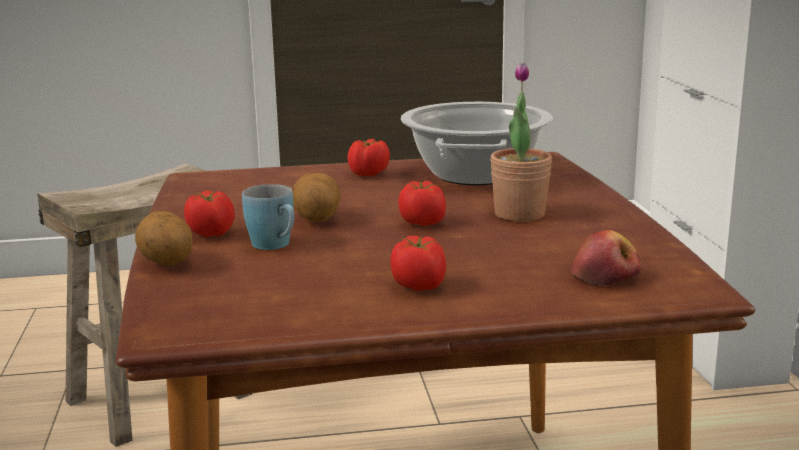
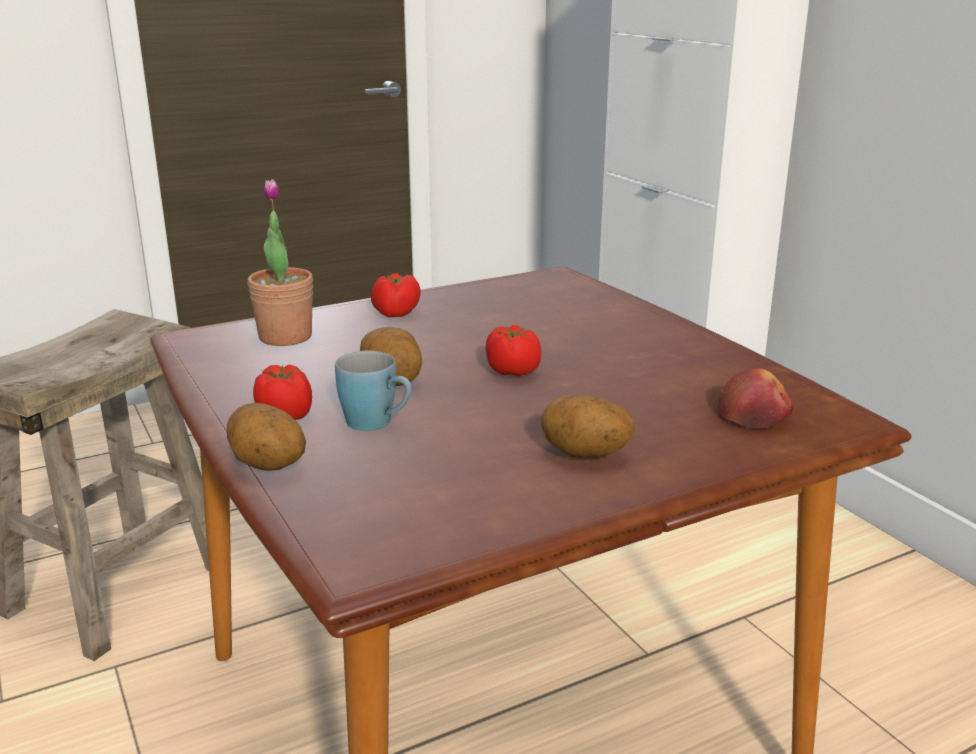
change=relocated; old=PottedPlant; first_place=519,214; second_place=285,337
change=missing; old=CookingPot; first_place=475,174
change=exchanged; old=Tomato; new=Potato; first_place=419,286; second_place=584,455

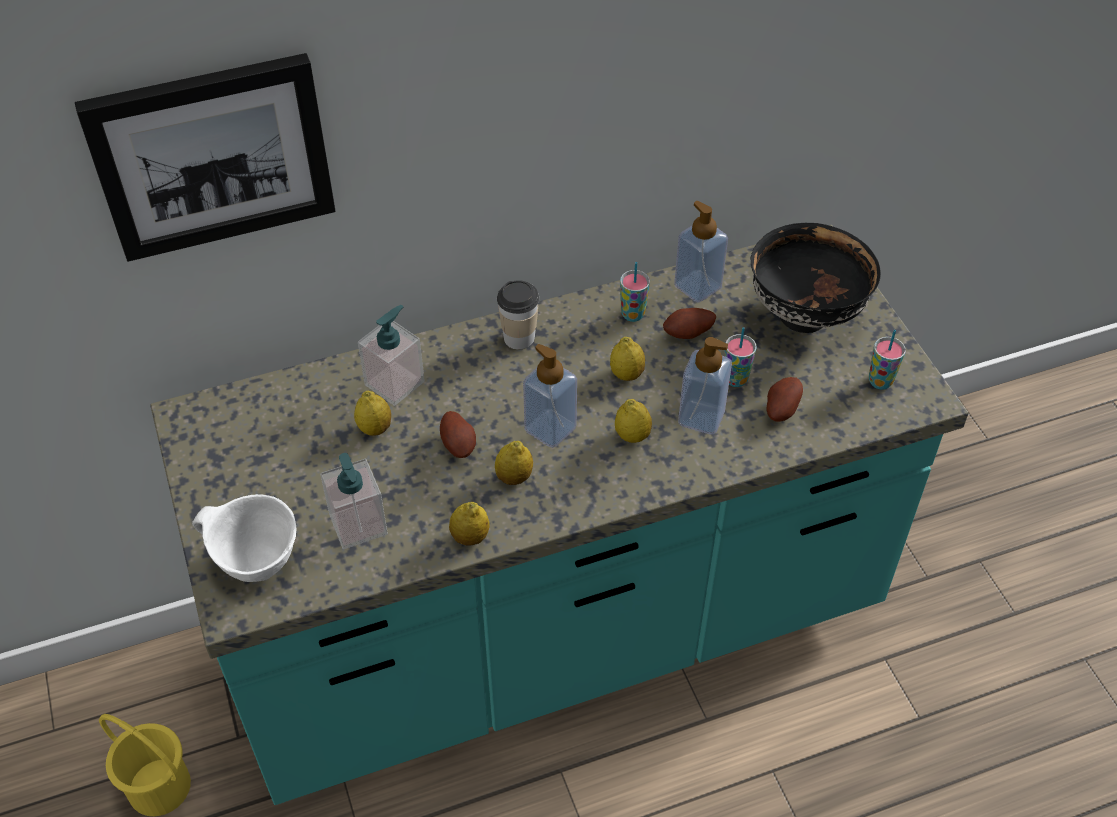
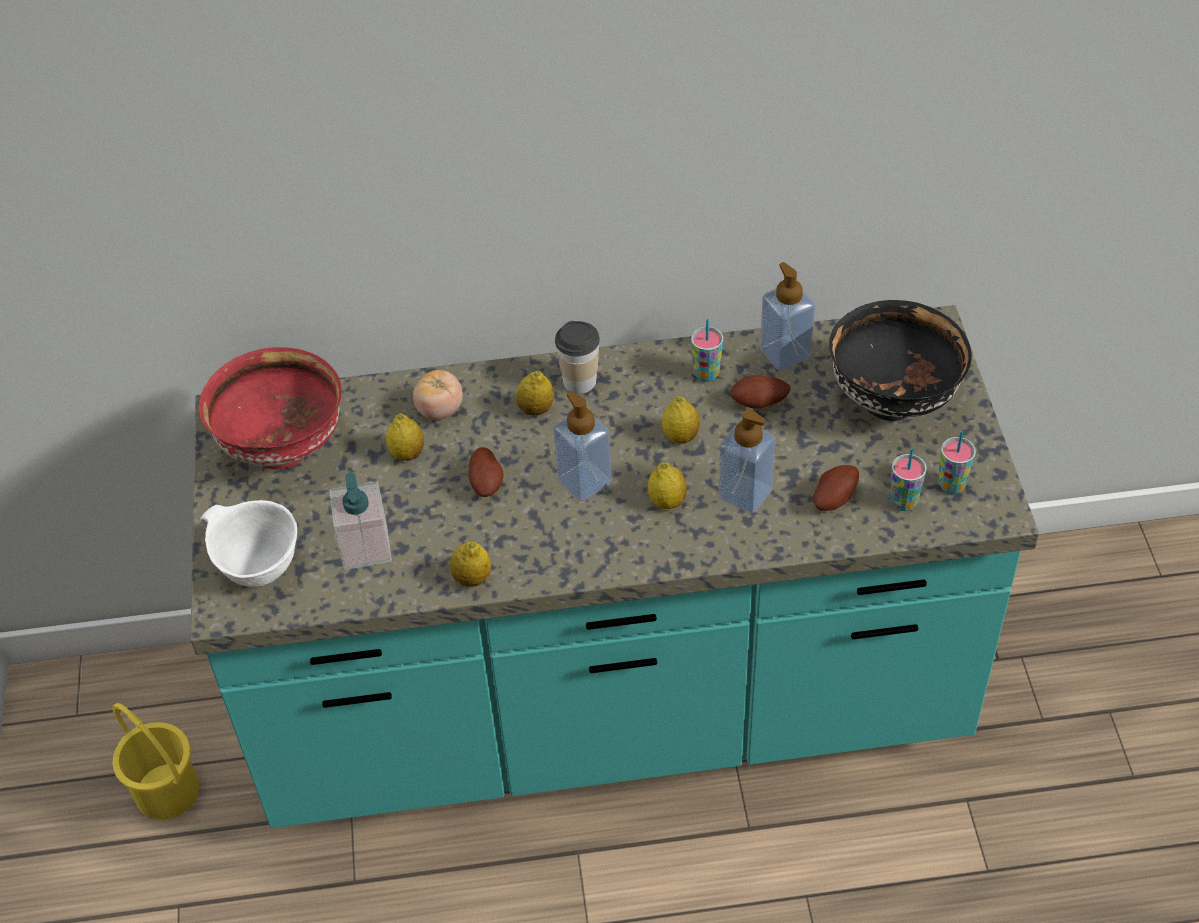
change=missing; old=Picture; first_place=212,155
change=exchanged; old=SoapDispenser; new=Tomato; first_place=395,383; second_place=440,410
change=relocated; old=Cup; first_place=735,379; second_place=903,502
change=relocated; old=Lemon; first_place=514,477; second_place=536,409
change=appeared; new=RedBowl; second_place=283,447

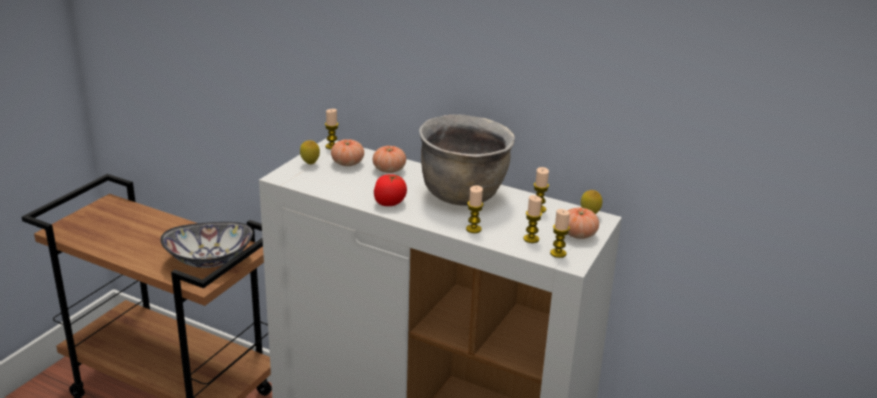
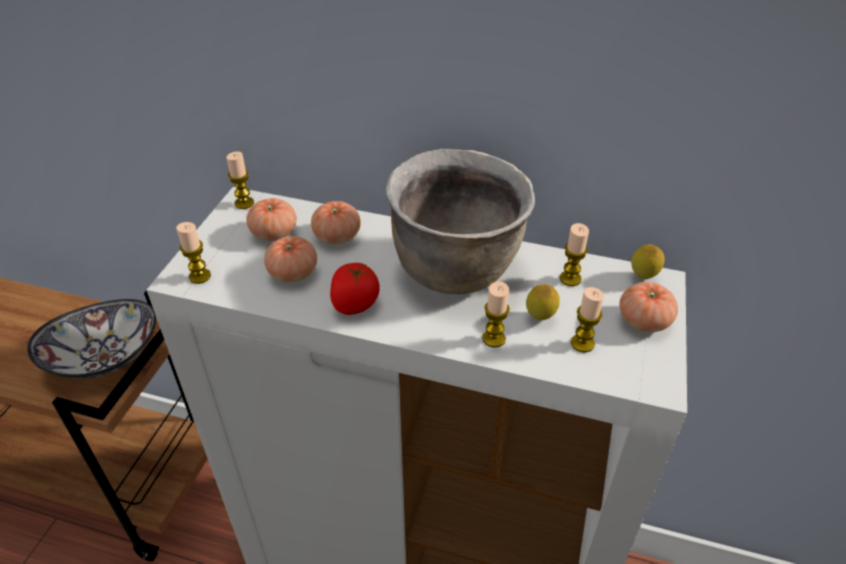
change=relocated; old=Lemon; first_place=310,164; second_place=540,318
change=relocated; old=Candle; first_place=558,253; second_place=200,276
change=appeared; new=Tomato; second_place=293,273

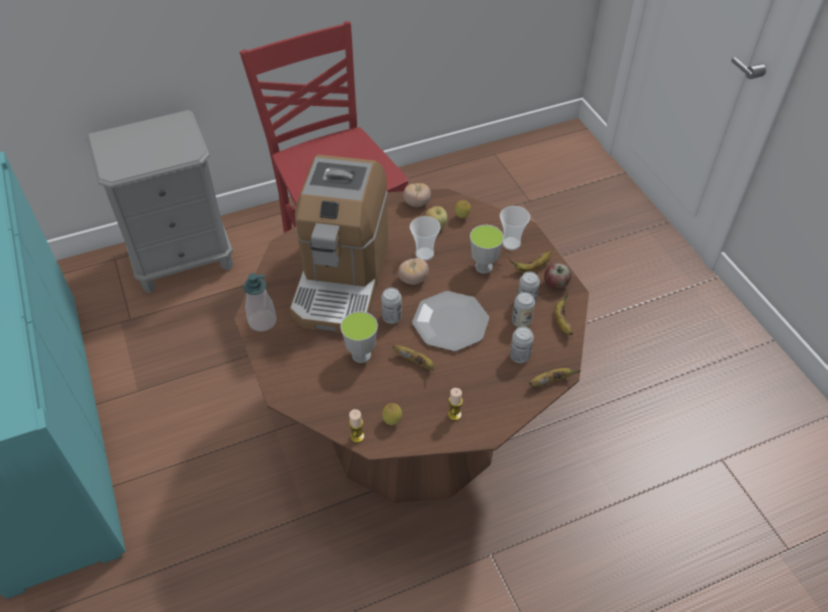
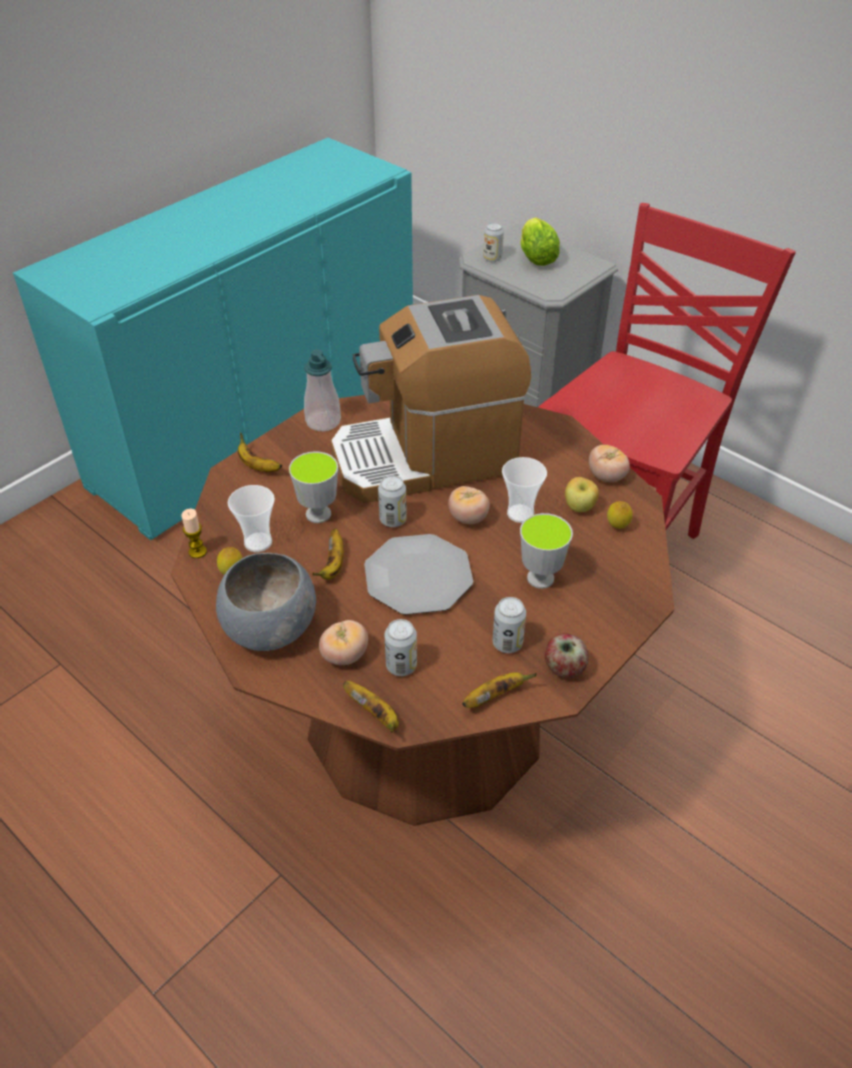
change=relocated; old=Cup; first_place=511,243; second_place=258,542
change=relocated; old=Banana; first_place=532,268; second_place=257,466
change=relocated; old=Can; first_place=521,321; second_place=492,258
change=exchanged; old=Candle; new=GreyBowl; first_place=454,414; second_place=268,628
change=appeared; new=Lettuce; second_place=535,256
change=appeared; new=Tomato; second_place=344,655

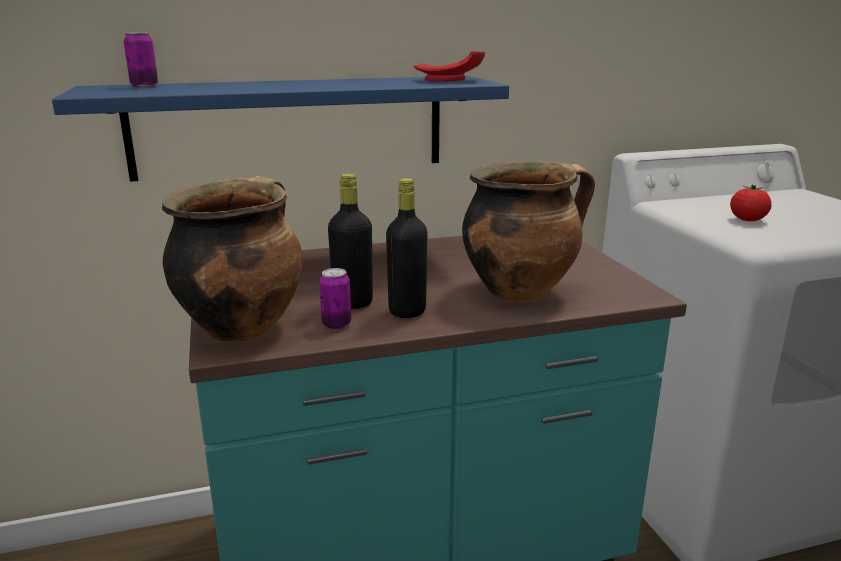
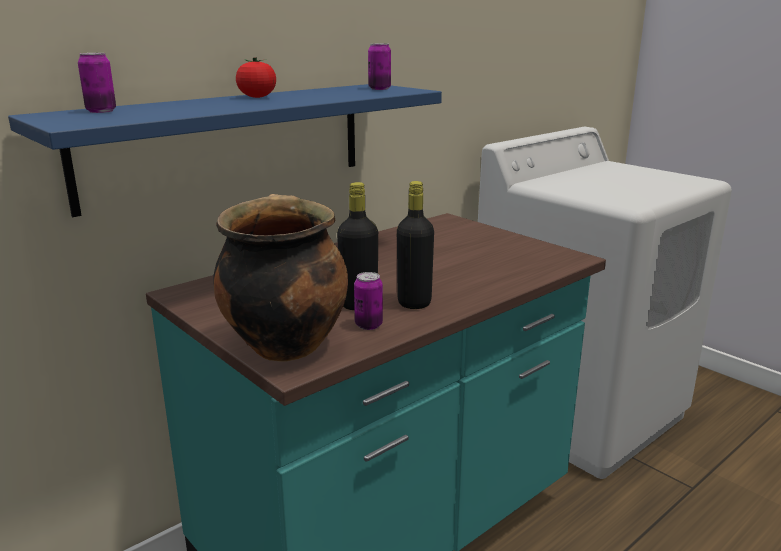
change=exchanged; old=RedPlate; new=Can; first_place=450,80; second_place=379,89
change=missing; old=CookingPot; first_place=520,291
change=relocated; old=Tomato; first_place=747,220; second_place=257,97

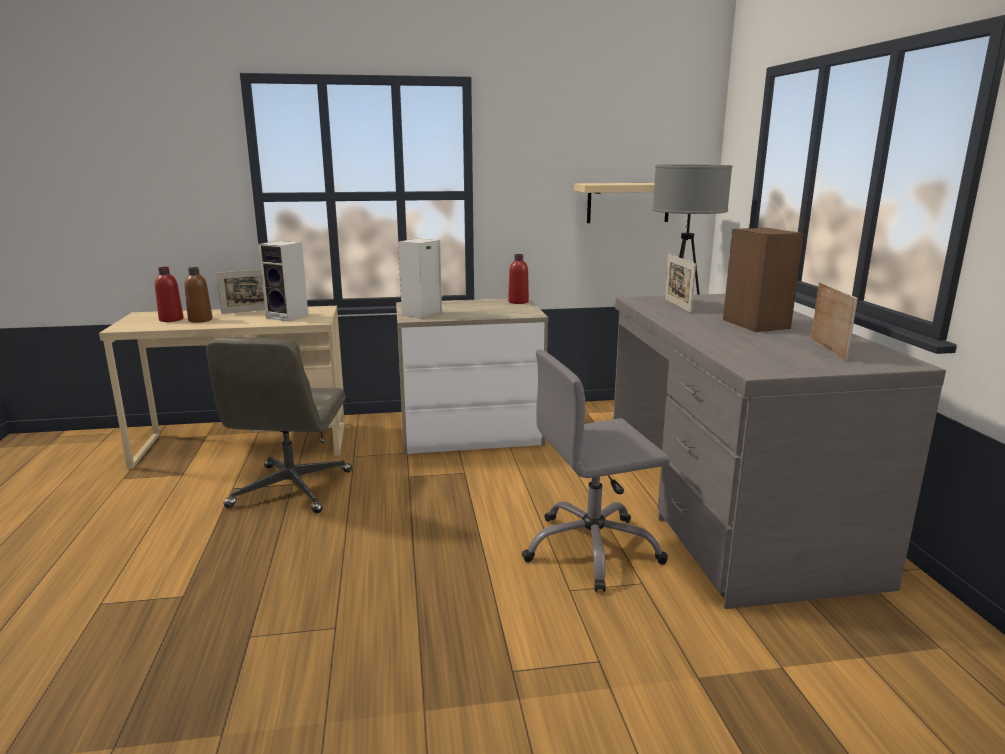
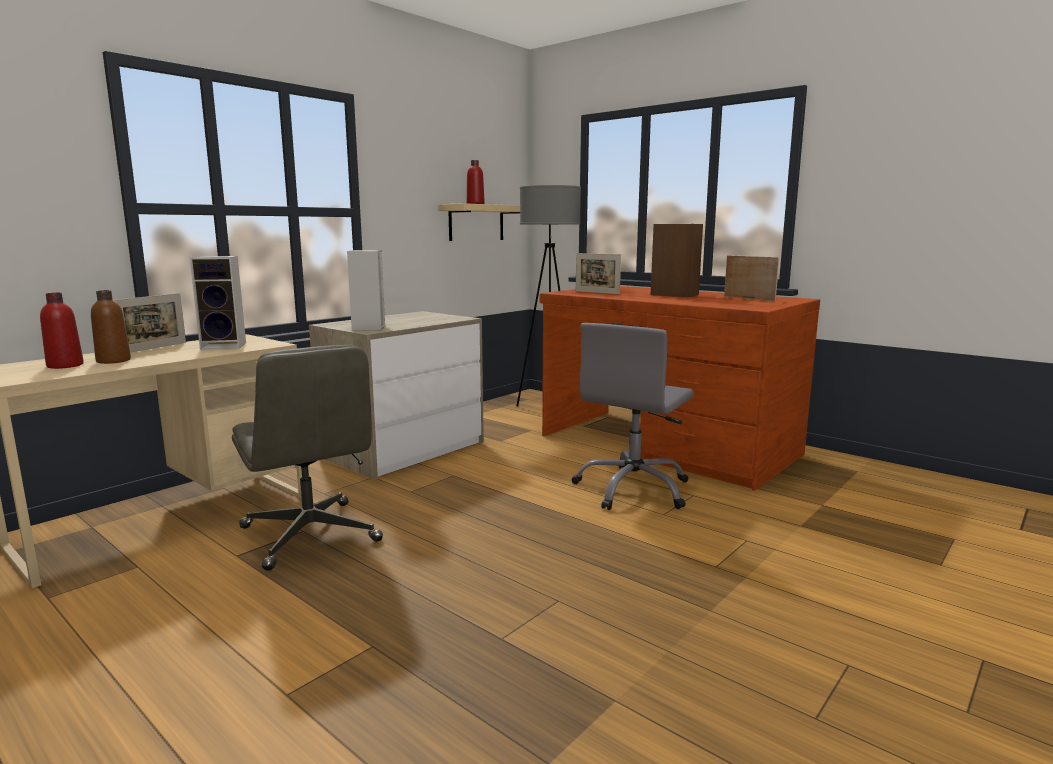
change=relocated; old=RedBottle; first_place=518,302; second_place=475,204
change=colour; old=GreyDesk; new=BrownDesk; first_place=727,511; second_place=667,445

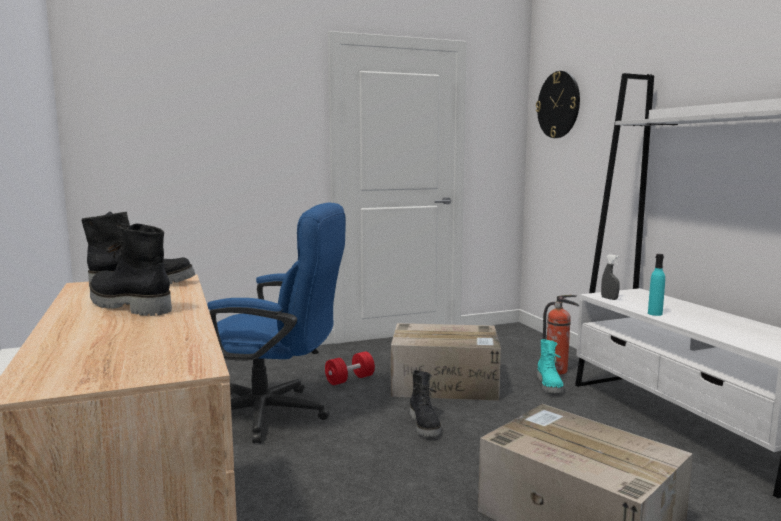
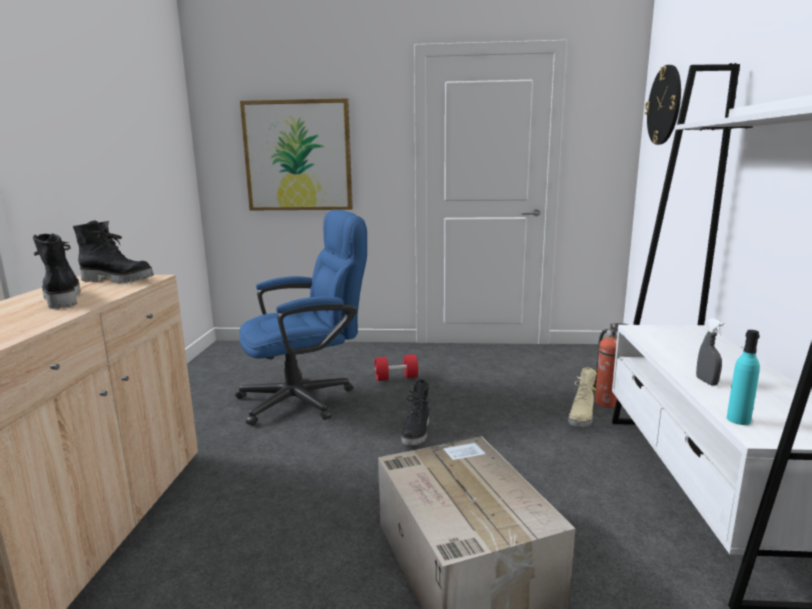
change=spun; old=BlueOfficeChair; first_place=275,415; second_place=307,398; degrees=-60
change=relocated; old=GreySprayBottle; first_place=609,298; second_place=706,381
change=relocated; old=TurquoiseBottle; first_place=655,314; second_place=738,420
change=missing; old=CardboardBox; first_place=446,383
change=colour; old=TurquoiseBoot; new=BeigeBoot; first_place=550,385; second_place=582,417
change=appeared; new=Picture; second_place=298,156

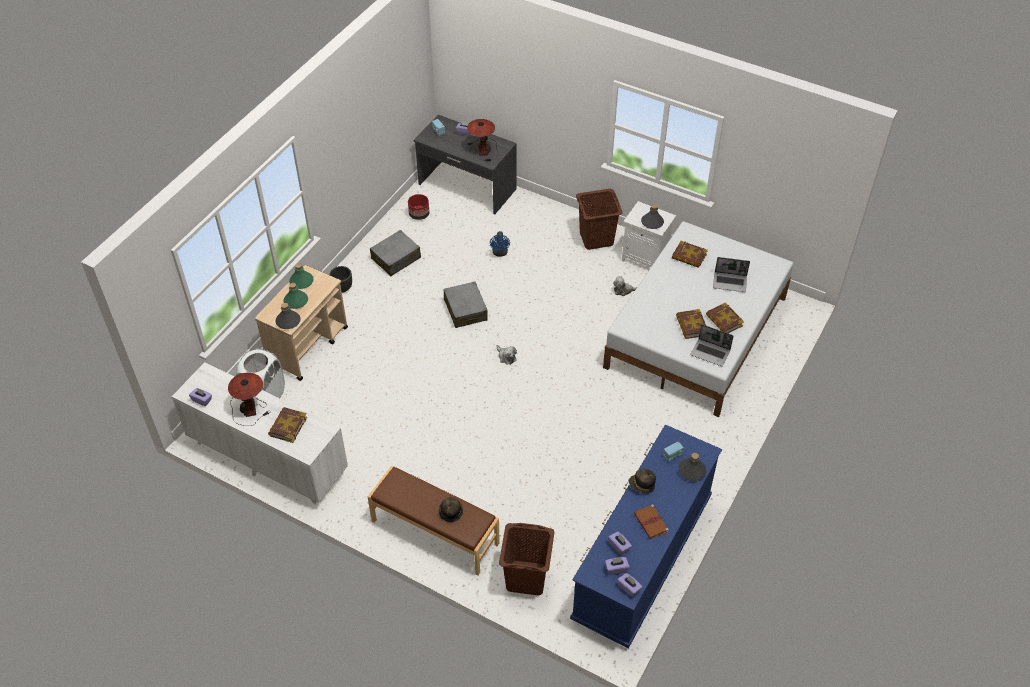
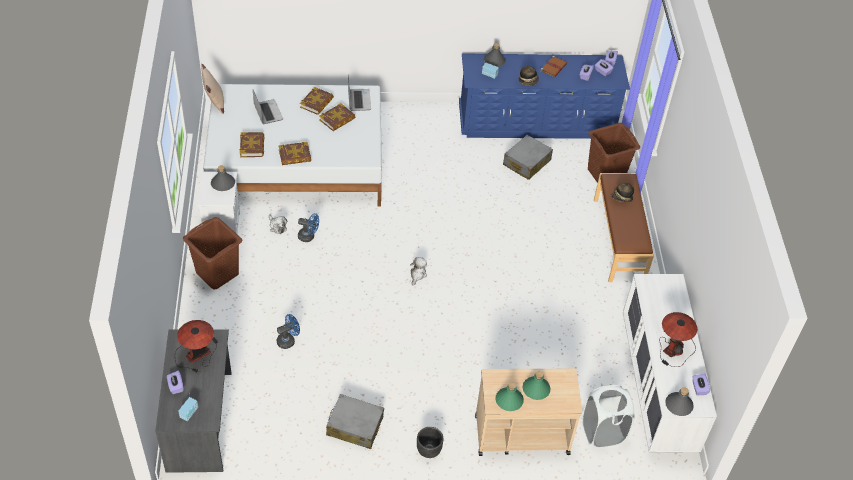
change=missing; old=RedPlanter; first_place=419,214
change=relocated; old=GreySuitcase; first_place=465,310; second_place=526,163
change=relocated; old=GreyBottle; first_place=288,321; second_place=678,405
change=relocated; old=Book; first_place=288,426; second_place=295,156
change=appeared; new=BeigePillow; second_place=215,103
change=appeared; new=BlueFan; second_place=309,236

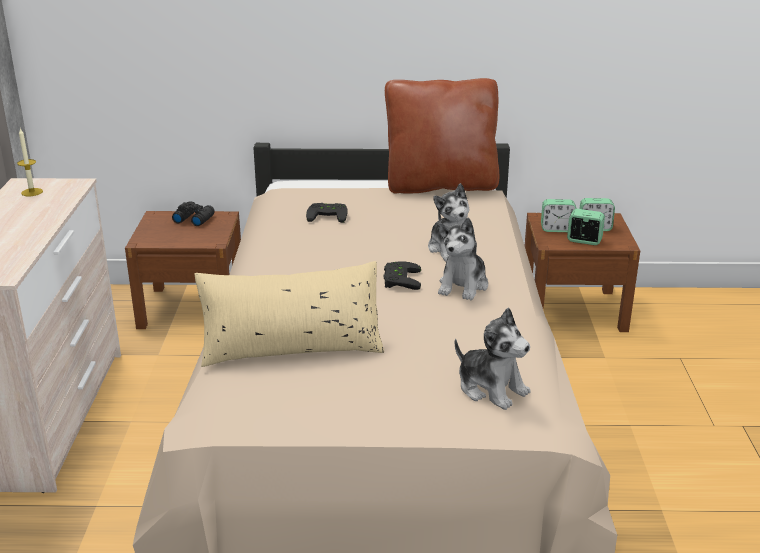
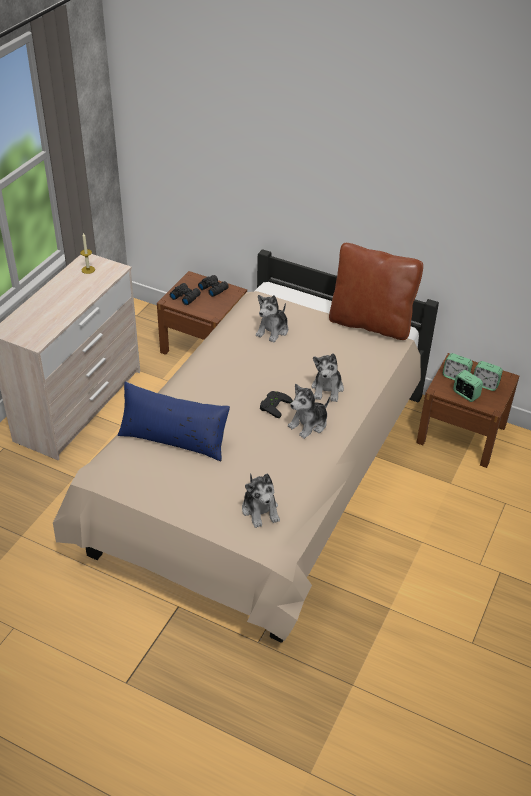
change=exchanged; old=BlackGameController; new=PlushToy; first_place=328,215; second_place=273,330
change=colour; old=BeigePillow; new=BluePillow; first_place=292,348; second_place=173,439
change=appeared; new=BlackBinoculars; second_place=185,297

